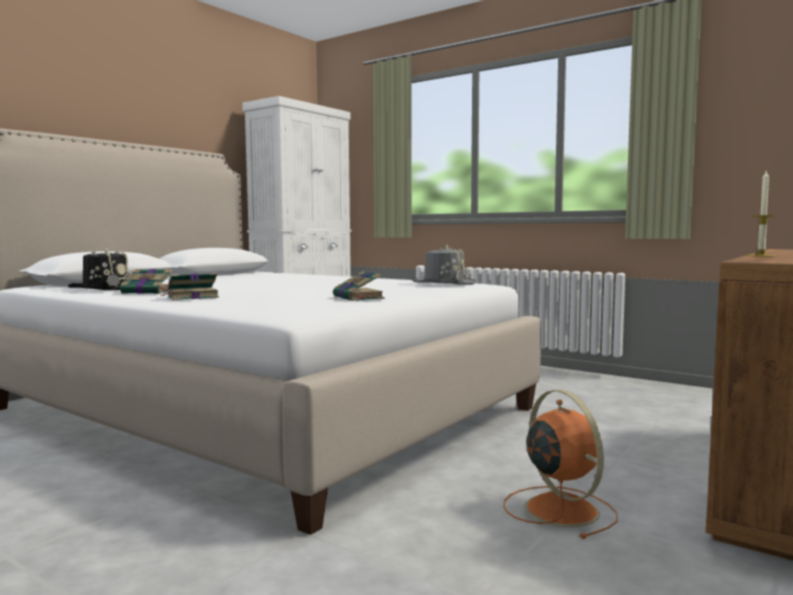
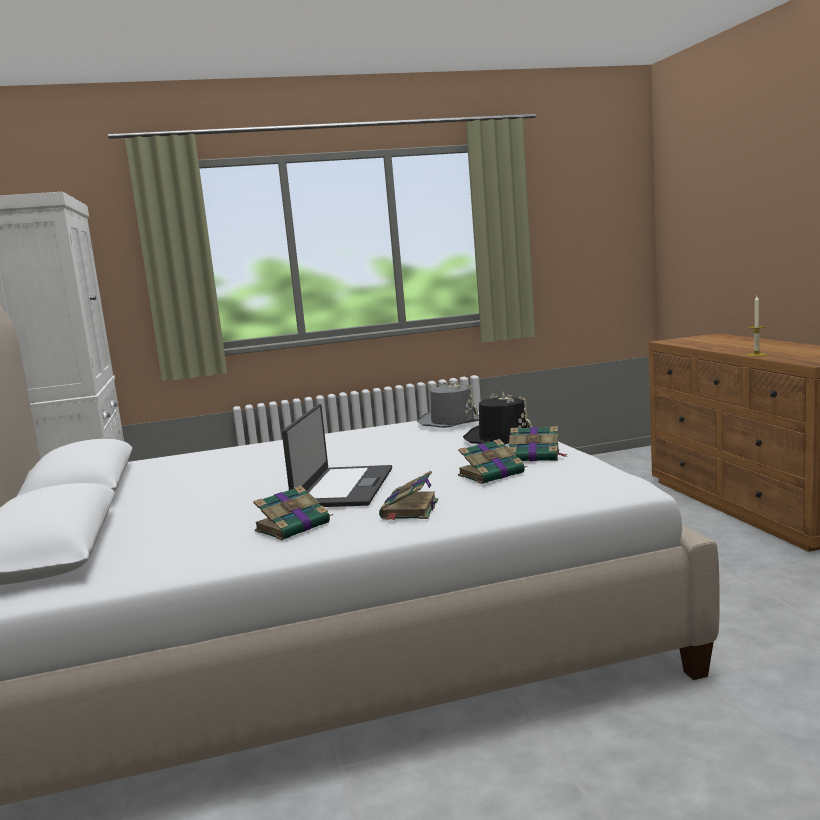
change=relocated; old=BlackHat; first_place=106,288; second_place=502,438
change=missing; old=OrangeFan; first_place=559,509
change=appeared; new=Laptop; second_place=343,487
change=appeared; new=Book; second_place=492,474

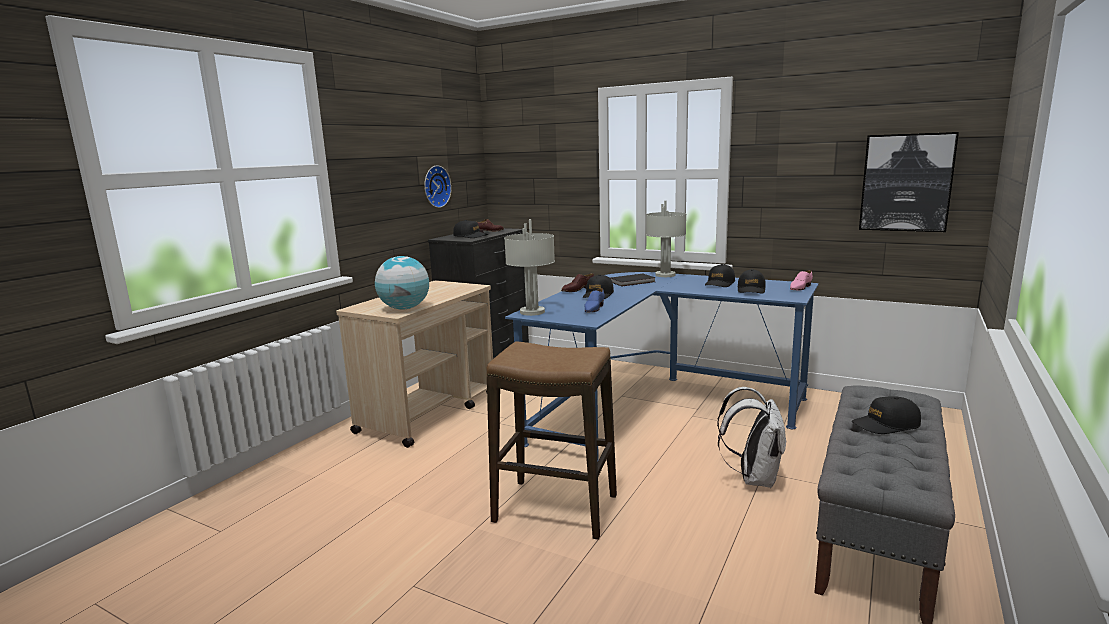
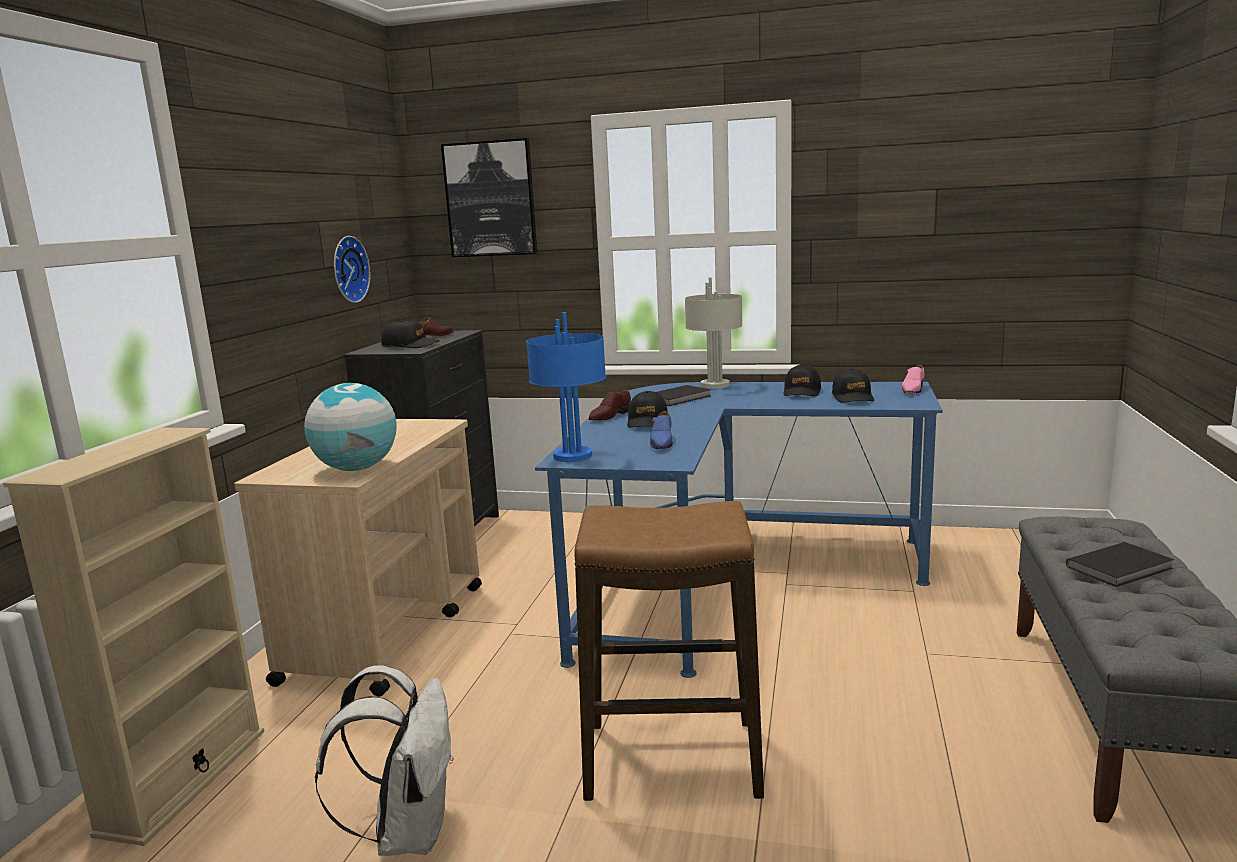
change=relocated; old=Picture; first_place=906,182; second_place=490,199
change=colour; old=GreyTableLamp; new=BlueTableLamp; first_place=533,312; second_place=573,456
change=relocated; old=WhiteBackpack; first_place=753,478; second_place=408,831
change=exchanged; old=BlackCap; new=BlackBook; first_place=886,425; second_place=1122,568
change=appeared; new=BeigeBookcase; second_place=184,780

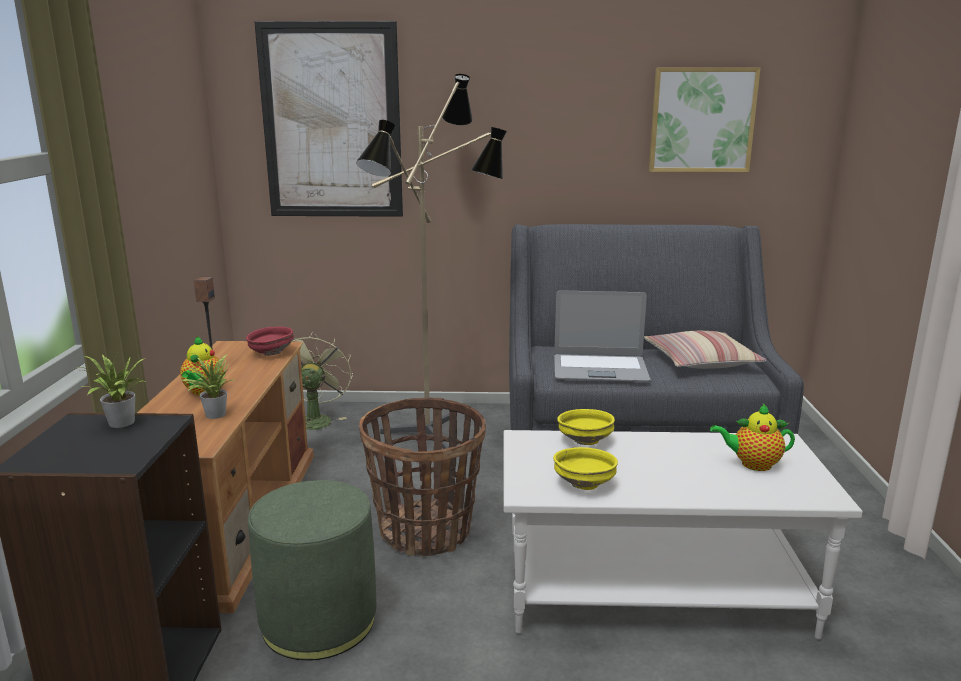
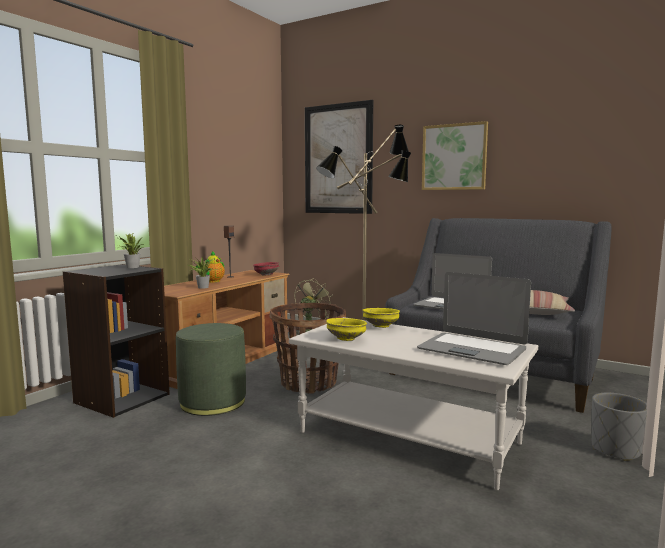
change=relocated; old=Picture; first_place=702,120; second_place=454,157
change=exchanged; old=Teapot; new=Laptop; first_place=752,464; second_place=472,349
change=appeared; new=GreyPlanter; second_place=615,450

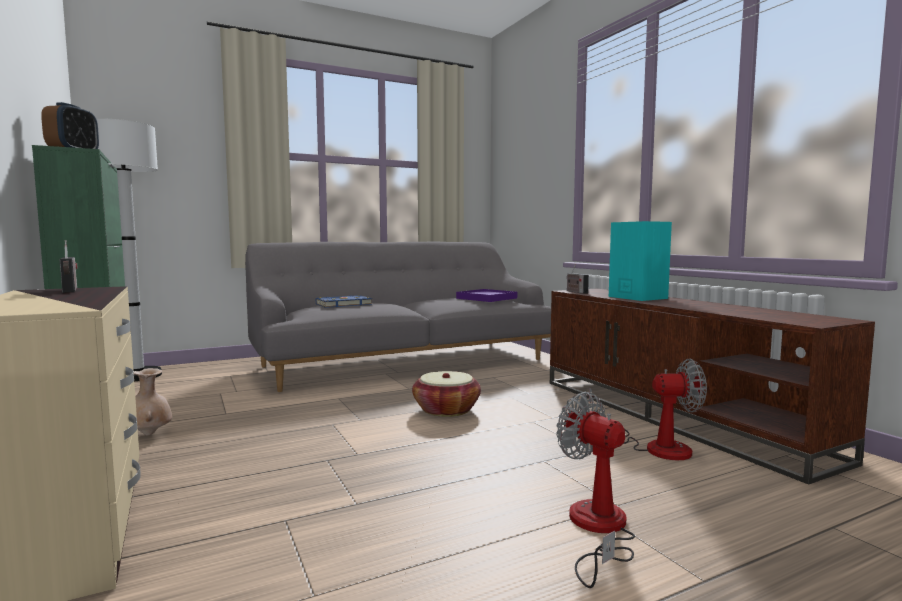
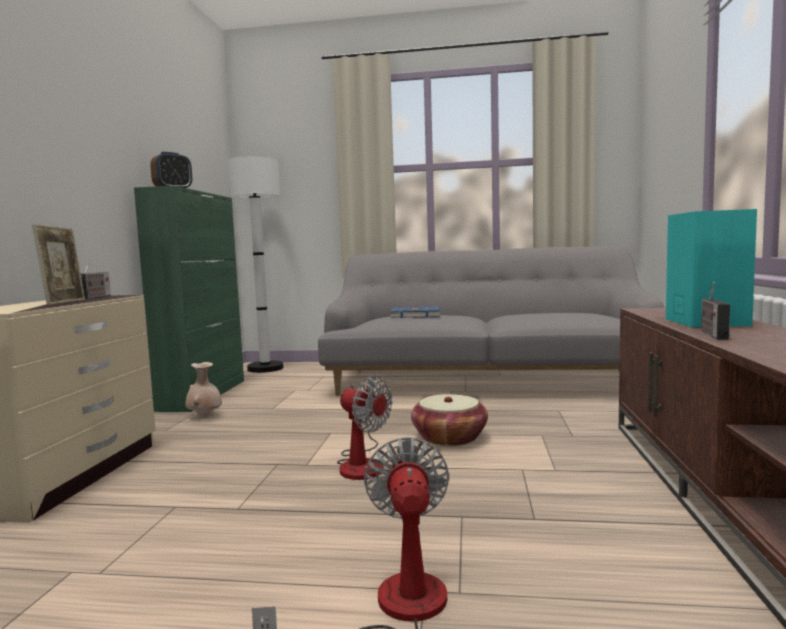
change=relocated; old=Radio; first_place=575,292; second_place=712,334
change=missing; old=PurpleTray; first_place=486,298
change=relocated; old=Fan; first_place=654,446; second_place=362,464
change=appeared; new=PictureFrame; second_place=64,303

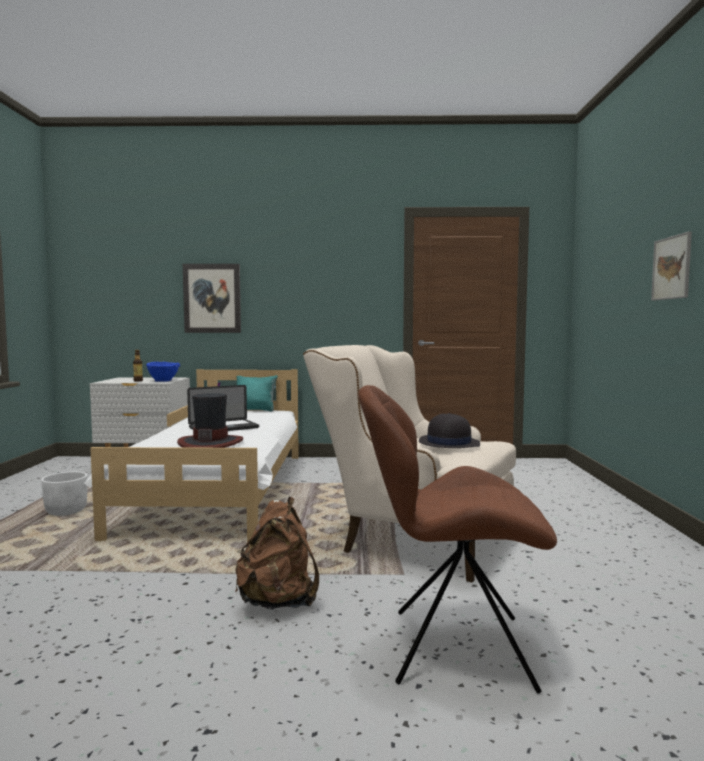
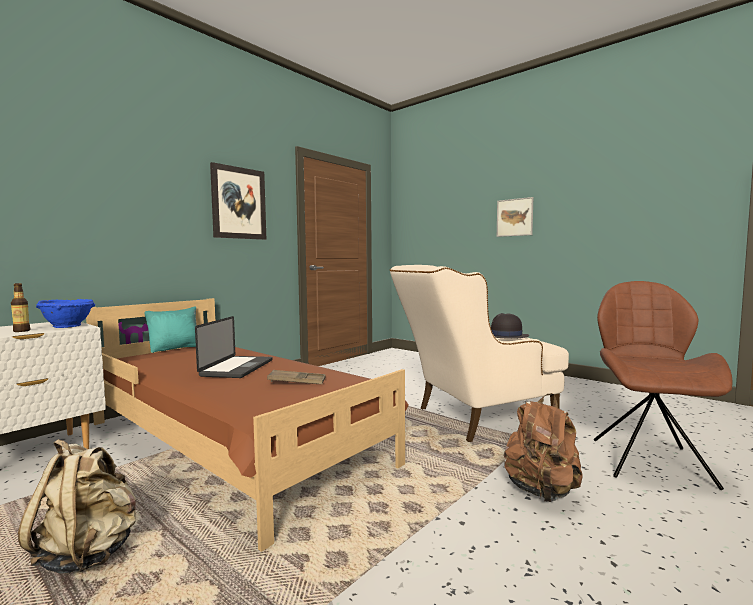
change=relocated; old=Picture; first_place=212,298; second_place=239,203
change=colour; old=WhiteBed; new=BrownBed; first_place=222,490; second_place=233,442
change=spun; old=BrownChair; first_place=453,648; second_place=649,460; degrees=150
change=exchanged; old=Hat; new=BrownTray; first_place=210,443; second_place=297,381
change=exchanged; old=WhitePlanter; new=BeigeBackpack; first_place=66,511; second_place=88,553

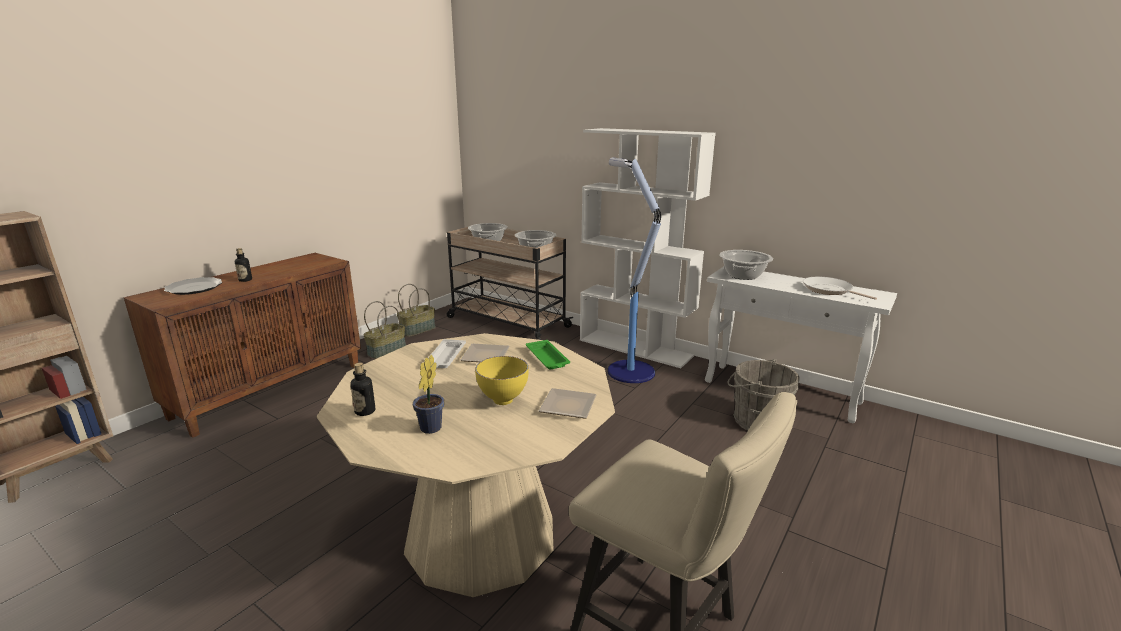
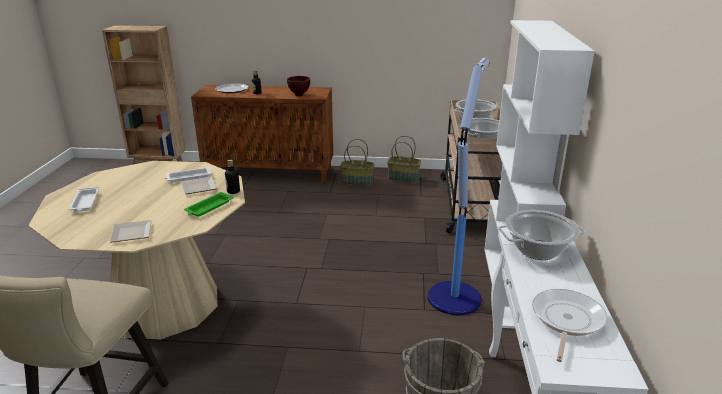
change=exchanged; old=PottedPlant; new=WhiteTray; first_place=429,429; second_place=85,202
change=missing; old=YellowBowl; first_place=501,401
change=relocated; old=Bottle; first_place=365,411; second_place=233,191
change=appeared; new=BrownBowl; second_place=299,95

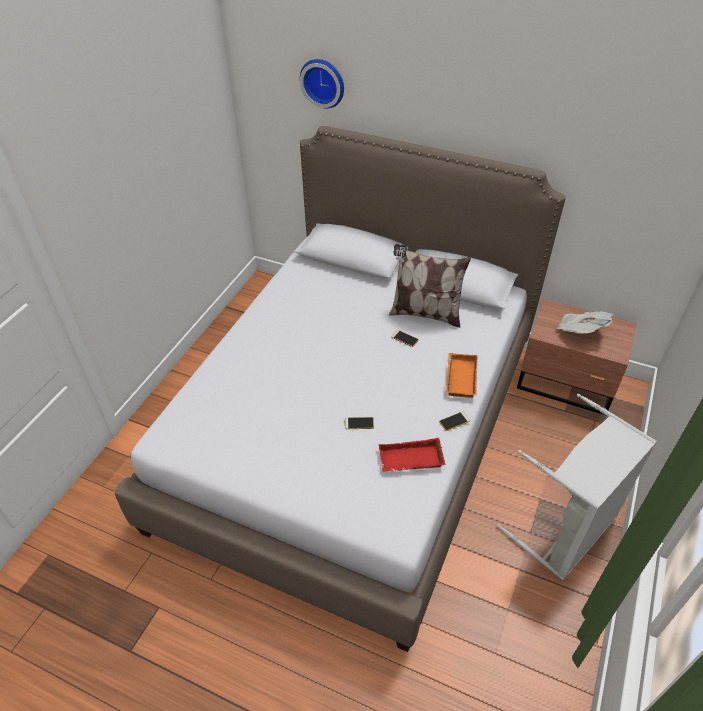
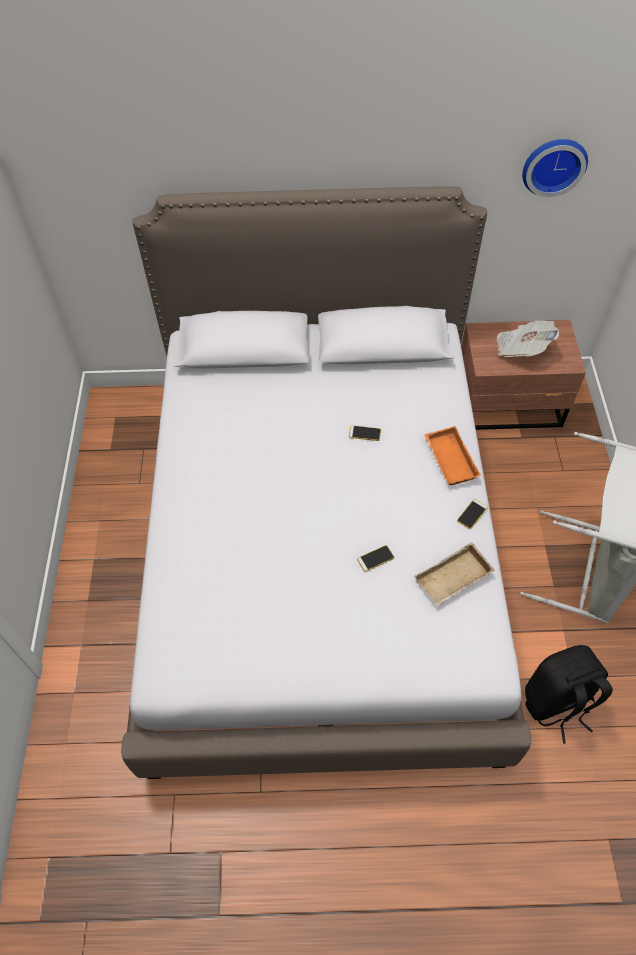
change=relocated; old=WallClock; first_place=323,82; second_place=553,164
change=missing; old=Pillow; first_place=425,313
change=colour; old=RedTray; new=BeigeTray; first_place=410,460; second_place=453,580
change=appeared; new=BlackBackpack; second_place=557,703

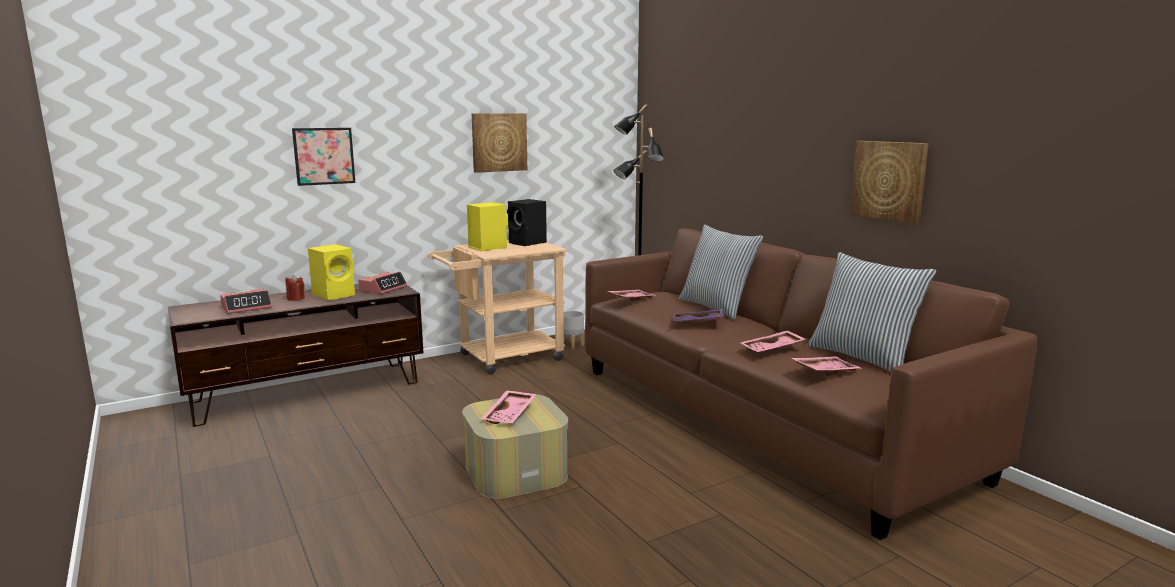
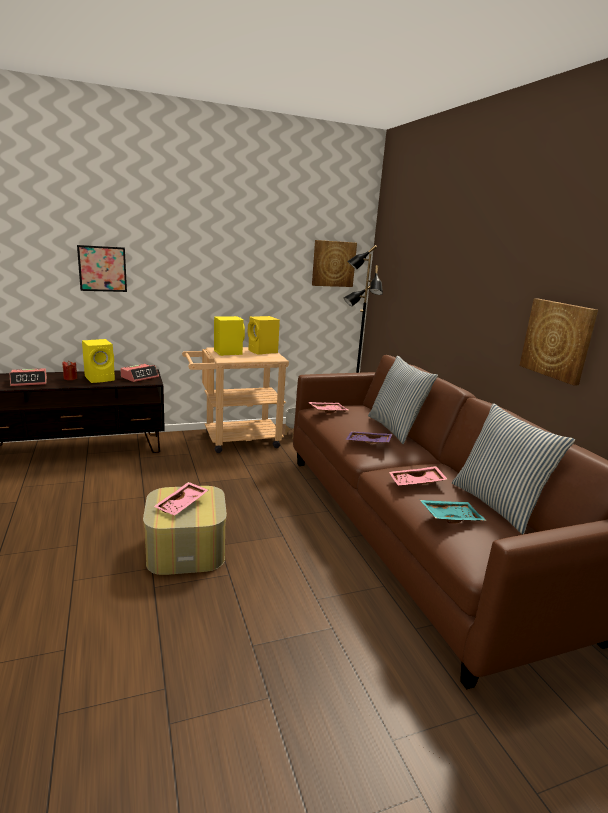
change=relocated; old=Picture; first_place=499,142; second_place=333,263
change=colour; old=BlackSpeaker; new=YellowSpeaker; first_place=528,243; second_place=263,352
change=colour; old=PinkTray; new=TurquoiseTray; first_place=824,371; second_place=450,517

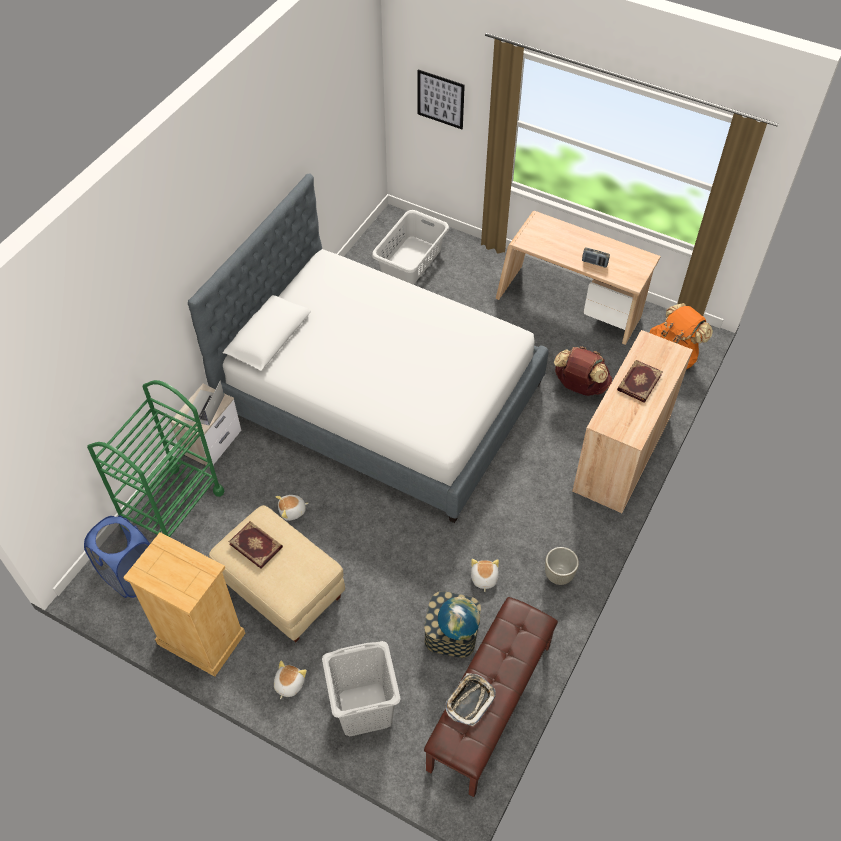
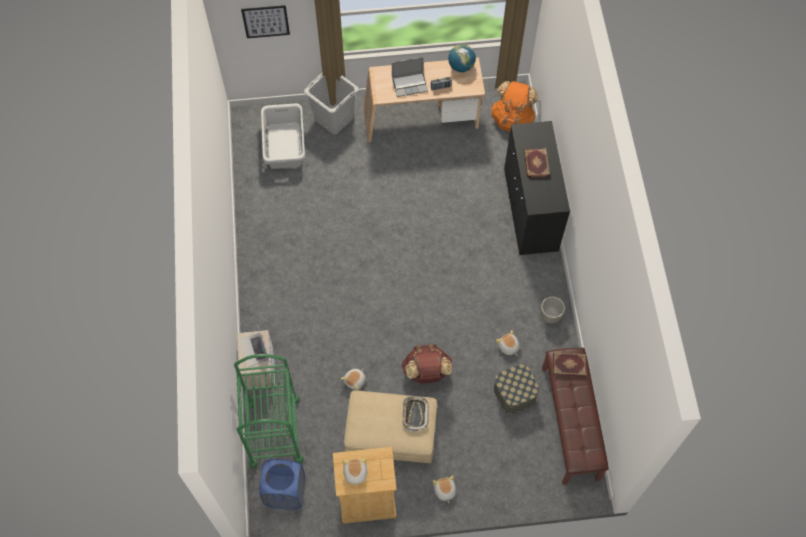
change=missing; old=Bed; first_place=381,397
change=colour; old=BeigeCabinet; new=BlackCabinet; first_place=621,454; second_place=530,210
change=relocated; old=BrownBackpack; first_place=579,386; second_place=426,372
change=relocated; old=Book; first_place=256,545; second_place=569,364
change=relocated; old=Globe; first_place=458,627; second_place=461,66
change=relocated; old=GreyLaundryBasket; first_place=364,709; second_place=334,119
change=relocated; old=Tray; first_place=470,700; second_place=415,414
change=appeared; new=Laptop; second_place=410,84
change=appeared; new=PlushToy; second_place=355,473

